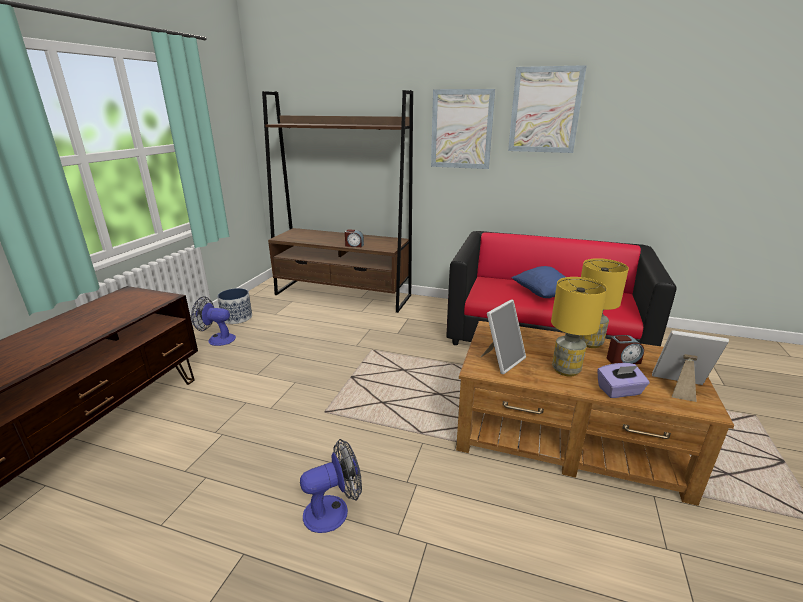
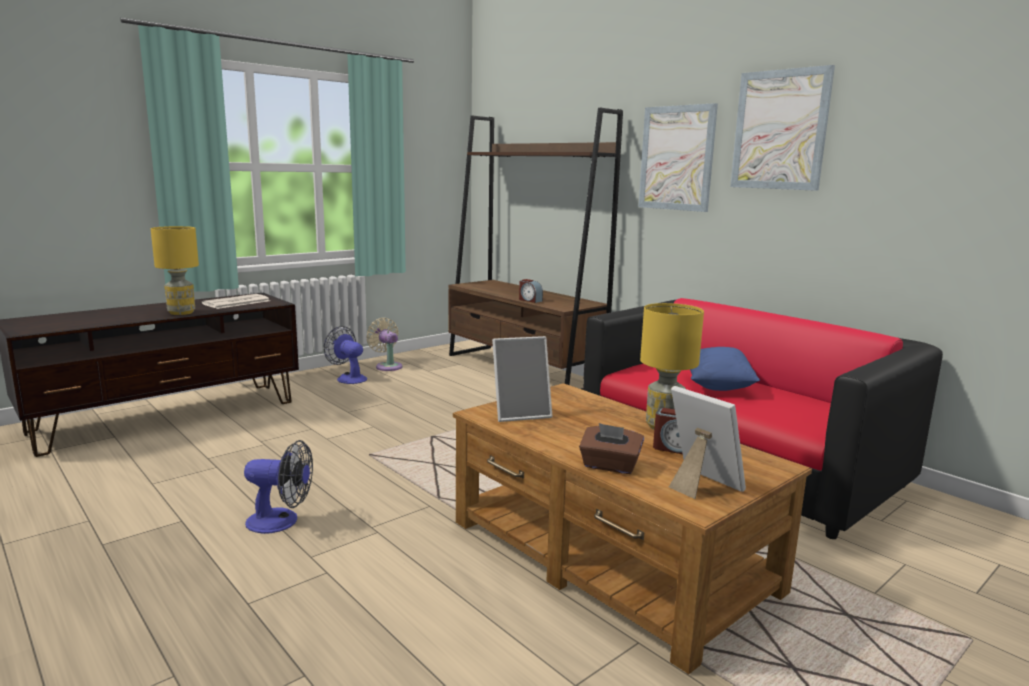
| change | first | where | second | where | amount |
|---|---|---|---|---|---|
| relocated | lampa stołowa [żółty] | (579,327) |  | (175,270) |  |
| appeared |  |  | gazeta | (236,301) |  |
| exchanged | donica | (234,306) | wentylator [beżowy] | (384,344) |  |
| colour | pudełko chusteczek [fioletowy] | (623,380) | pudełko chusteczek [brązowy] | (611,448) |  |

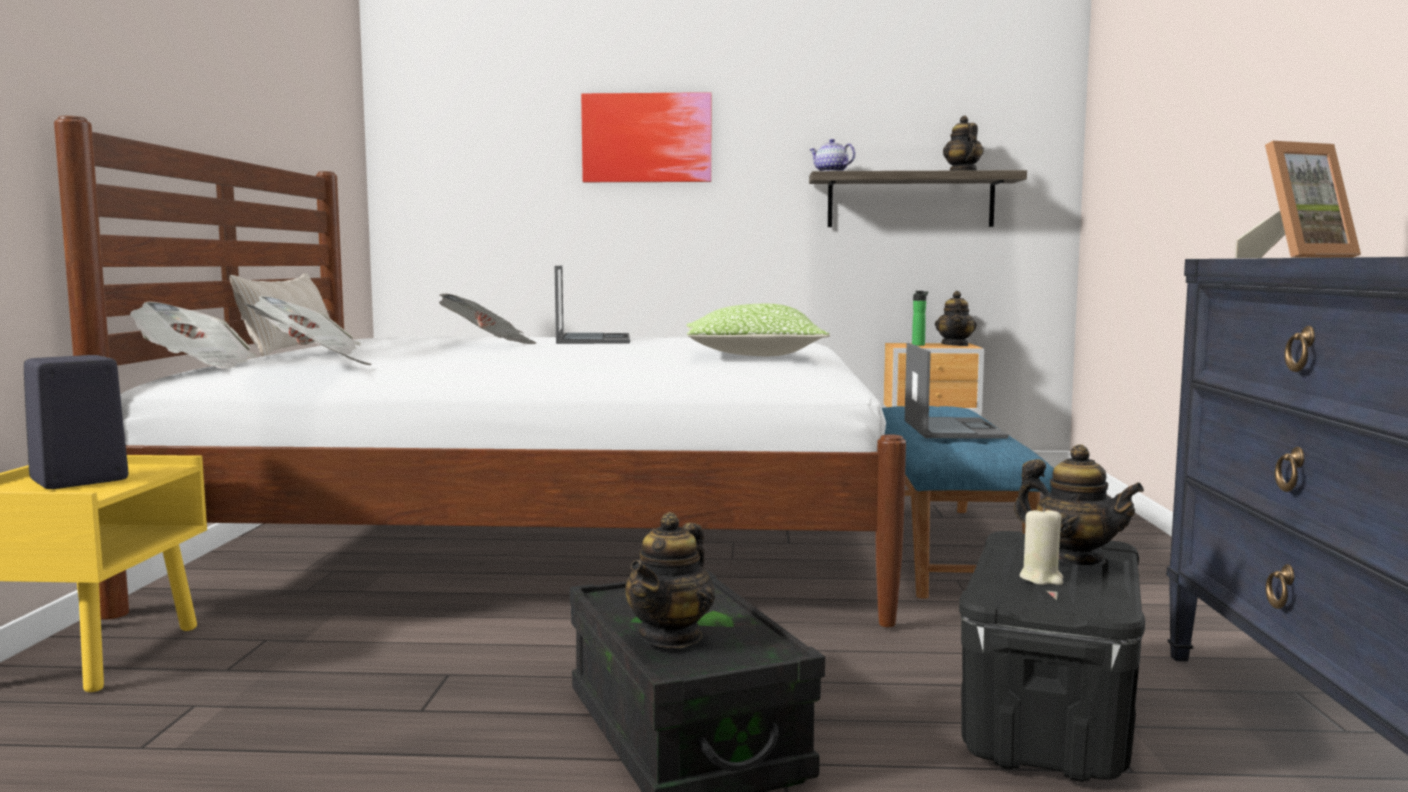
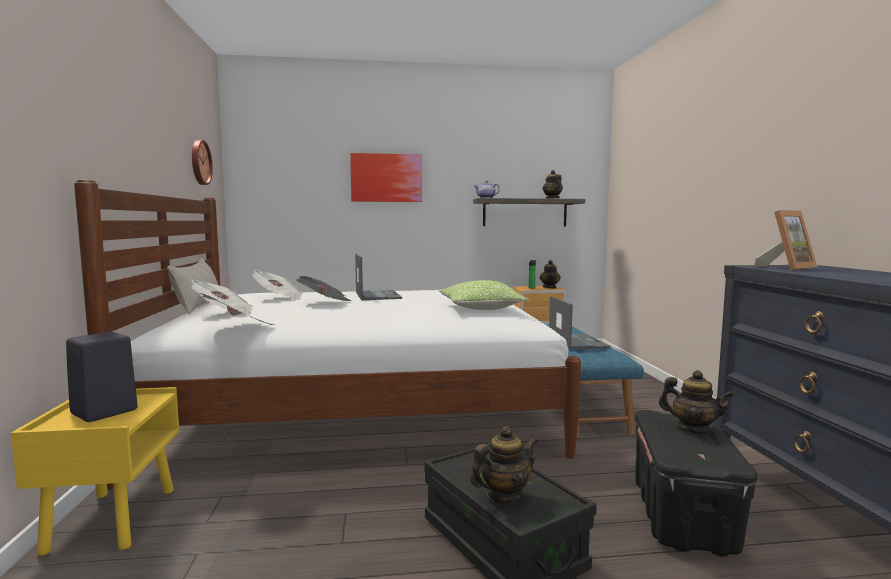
| change | first | where | second | where | amount |
|---|---|---|---|---|---|
| appeared |  |  | zegar ścienny | (202,162) |  |
| relocated | gazeta | (193,334) |  | (277,285) |  |
| spun | imbryk | (670,580) |  | (504,464) | 135 degrees counterclockwise |
| missing | świeca [beżowy] | (1041,545) |  |  |  |

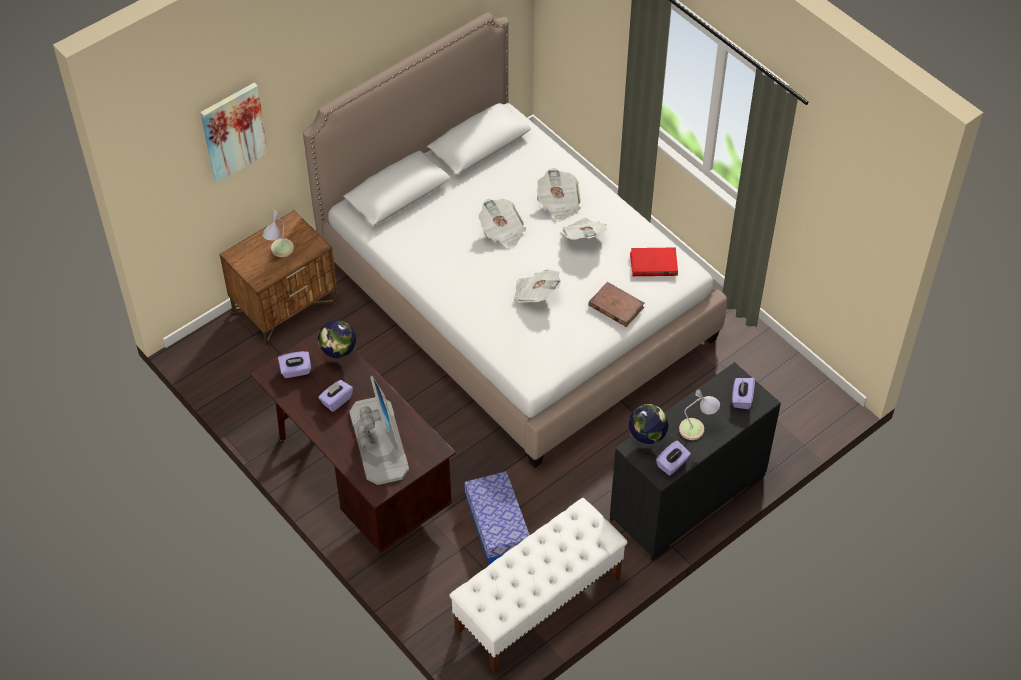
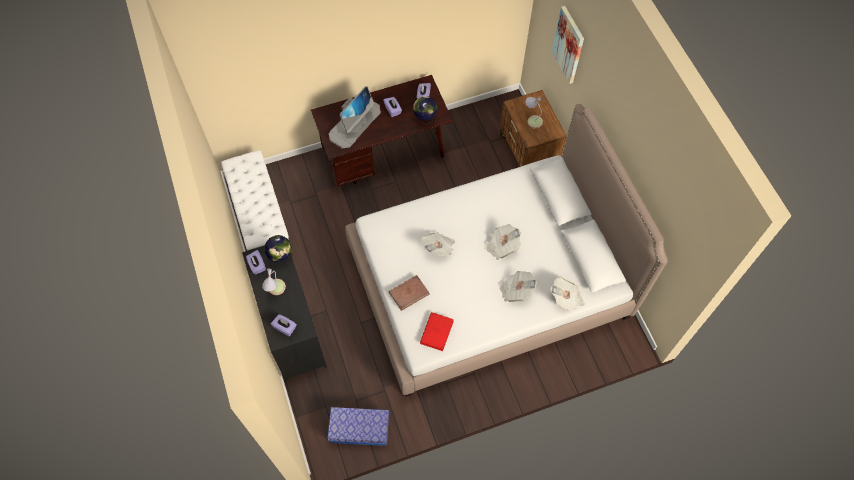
| change | first | where | second | where | amount |
|---|---|---|---|---|---|
| relocated | pojemnik do przechowywania | (497,517) |  | (358,426) |  |
| spun | monitor | (379,430) |  | (355,117) | 60 degrees counterclockwise |
| relocated | gazeta | (584,229) |  | (567,293) |  |

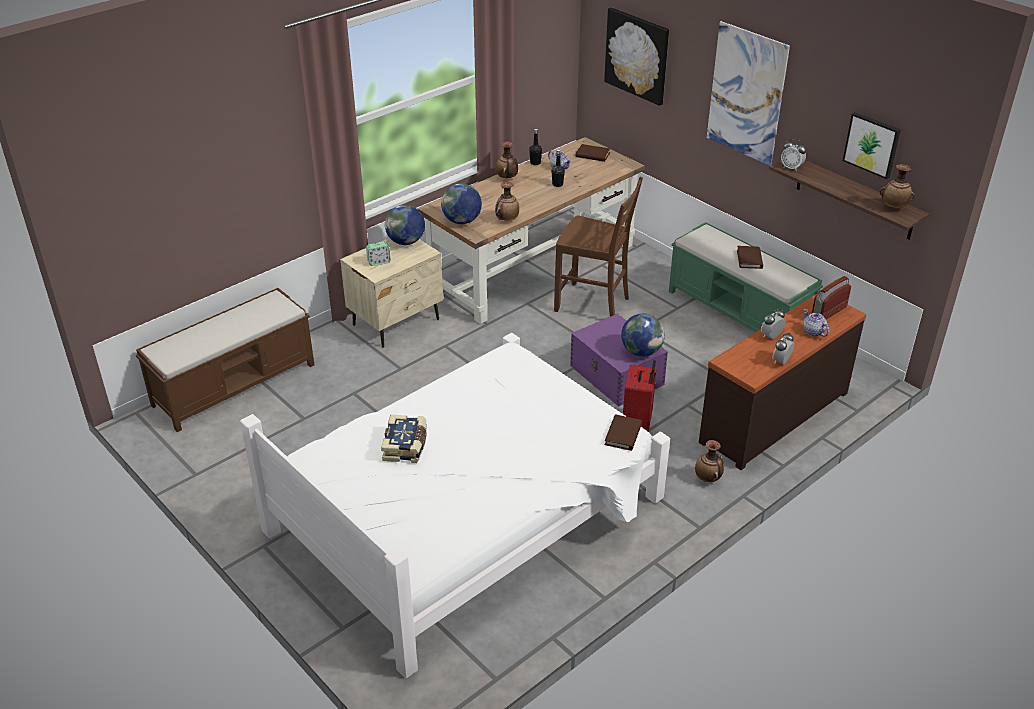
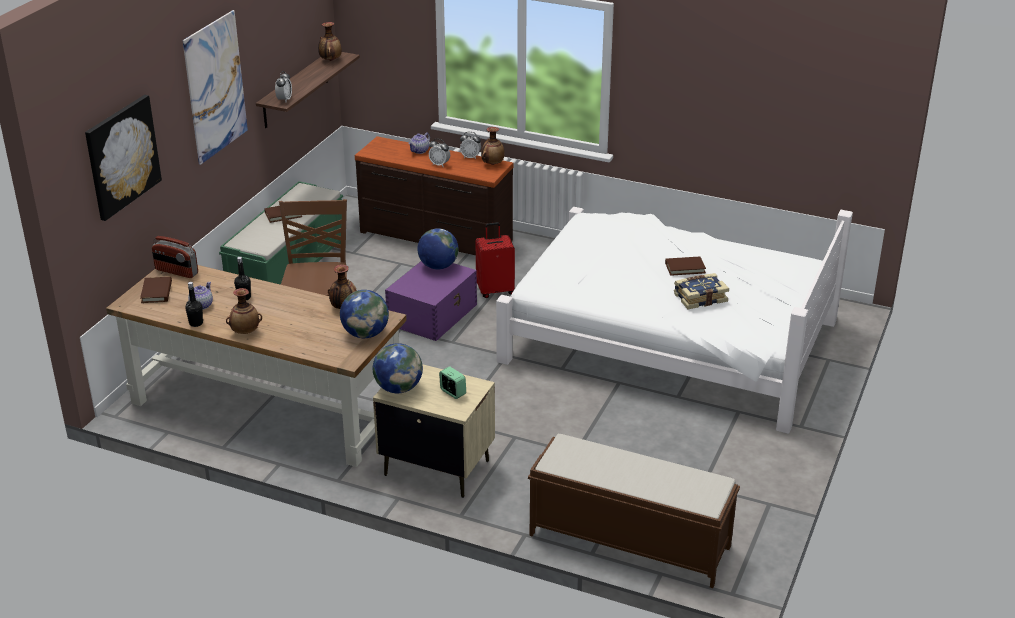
| change | first | where | second | where | amount |
|---|---|---|---|---|---|
| relocated | radio | (831,298) |  | (175,257) |  |
| relocated | wazon | (709,461) |  | (493,146) |  |
| relocated | książka [brązowy] | (623,432) |  | (685,266) |  |
| missing | obraz | (872,145) |  |  |  |

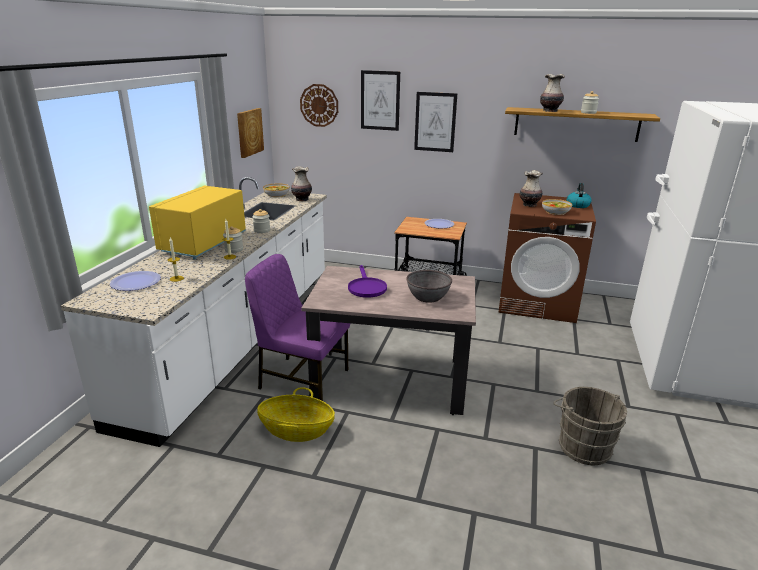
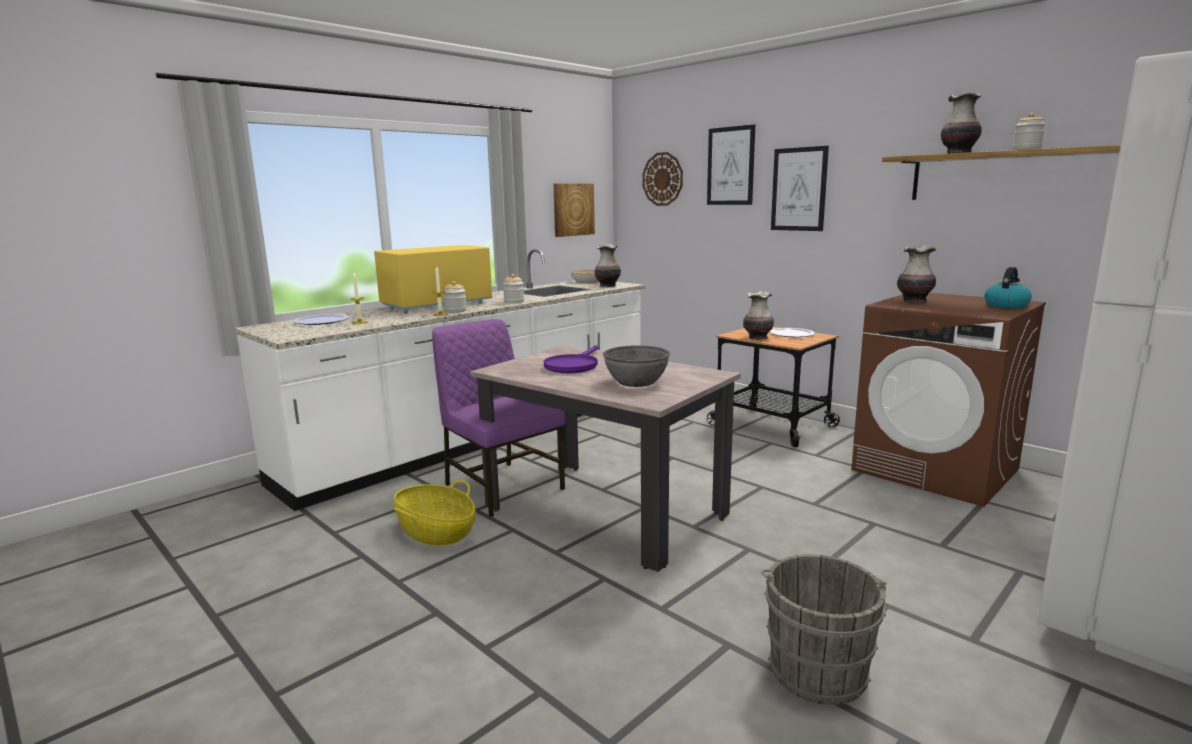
| change | first | where | second | where | amount |
|---|---|---|---|---|---|
| appeared |  |  | wazon | (758,315) |  |
| missing | miska | (557,207) |  |  |  |

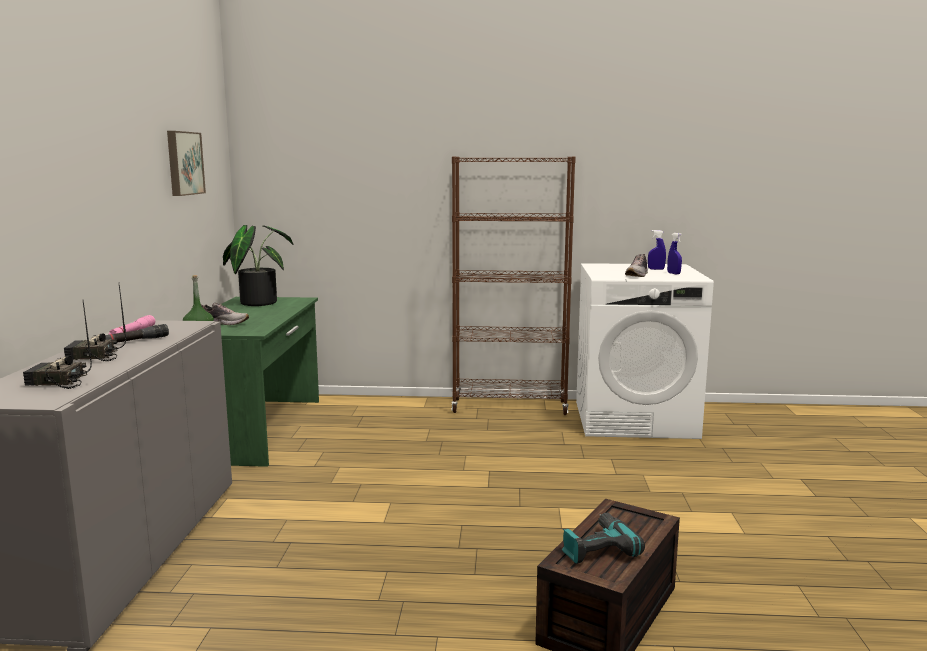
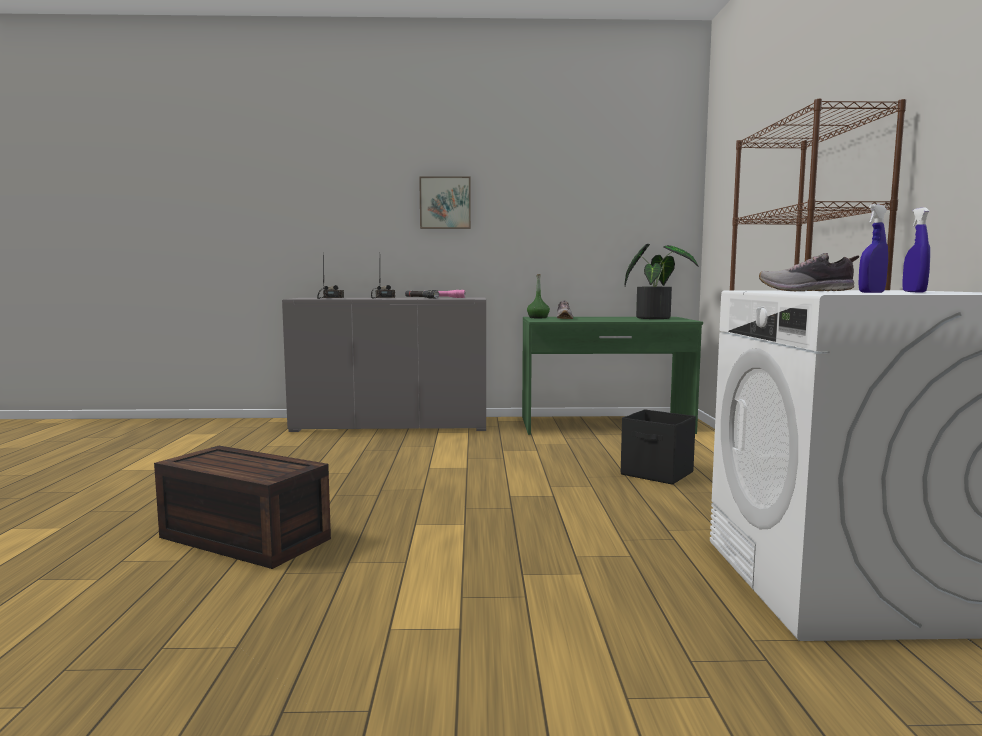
| change | first | where | second | where | amount |
|---|---|---|---|---|---|
| relocated | obraz | (186,163) |  | (445,202) |  |
| appeared |  |  | pojemnik do przechowywania [czarny] | (658,447) |  |
| missing | wiertarka | (603,538) |  |  |  |

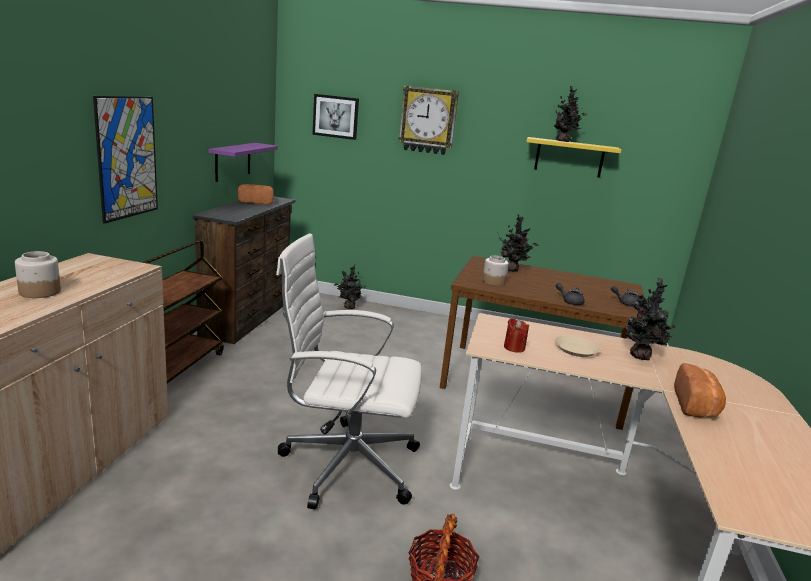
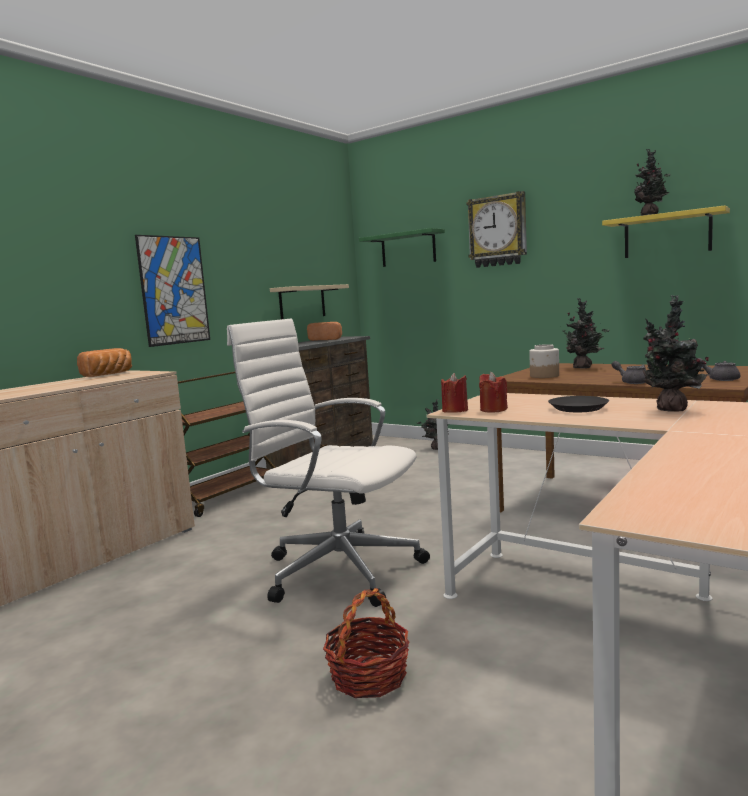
| change | first | where | second | where | amount |
|---|---|---|---|---|---|
| relocated | chleb | (700,390) |  | (104,362) |  |
| colour | półka [fioletowy] | (243,162) | półka [beżowy] | (309,301) |  |
| exchanged | obraz | (335,117) | półka [zielony] | (402,247) |  |
| appeared |  |  | świeca [czerwony] | (454,393) |  |
| colour | talerz [beżowy] | (577,346) | talerz [czarny] | (578,404) |  |
| missing | słoik | (38,274) |  |  |  |

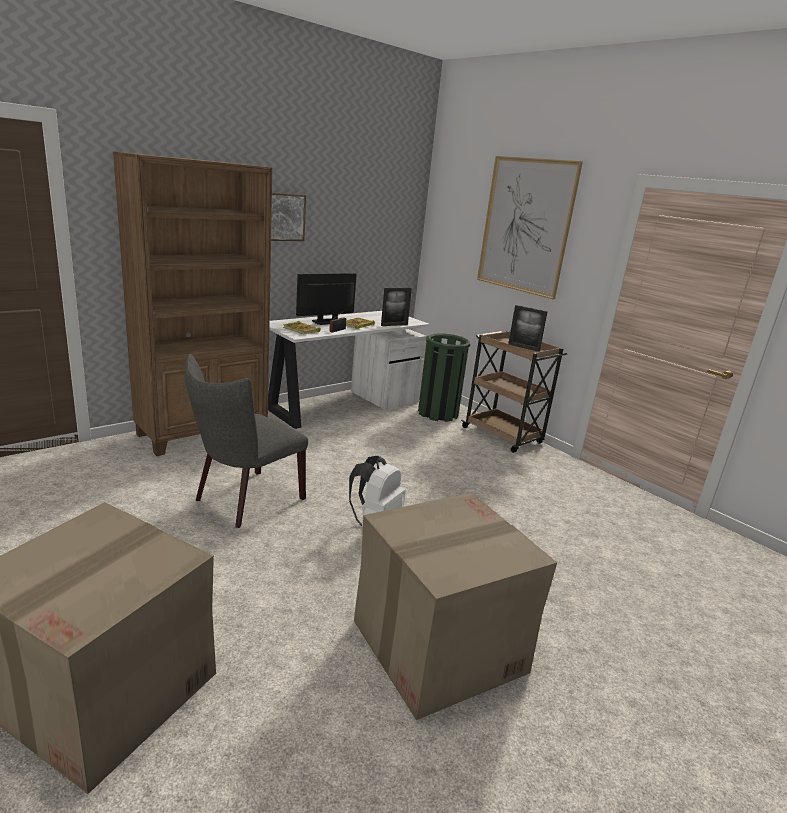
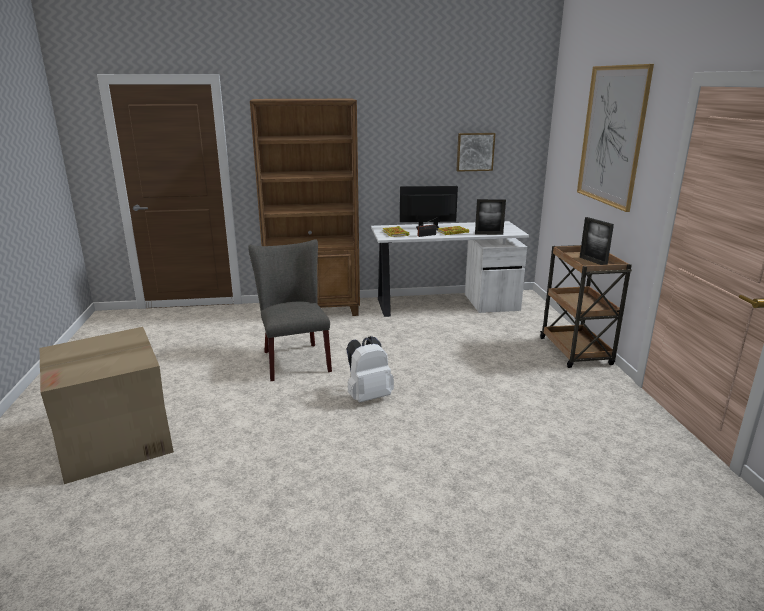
| change | first | where | second | where | amount |
|---|---|---|---|---|---|
| spun | krzesło [szary] | (246,441) |  | (290,310) | 90 degrees clockwise |
| relocated | obraz | (288,217) |  | (475,152) |  |
| missing | karton | (455,606) |  |  |  |
| missing | kosz na śmieci [zielony] | (444,377) |  |  |  |

